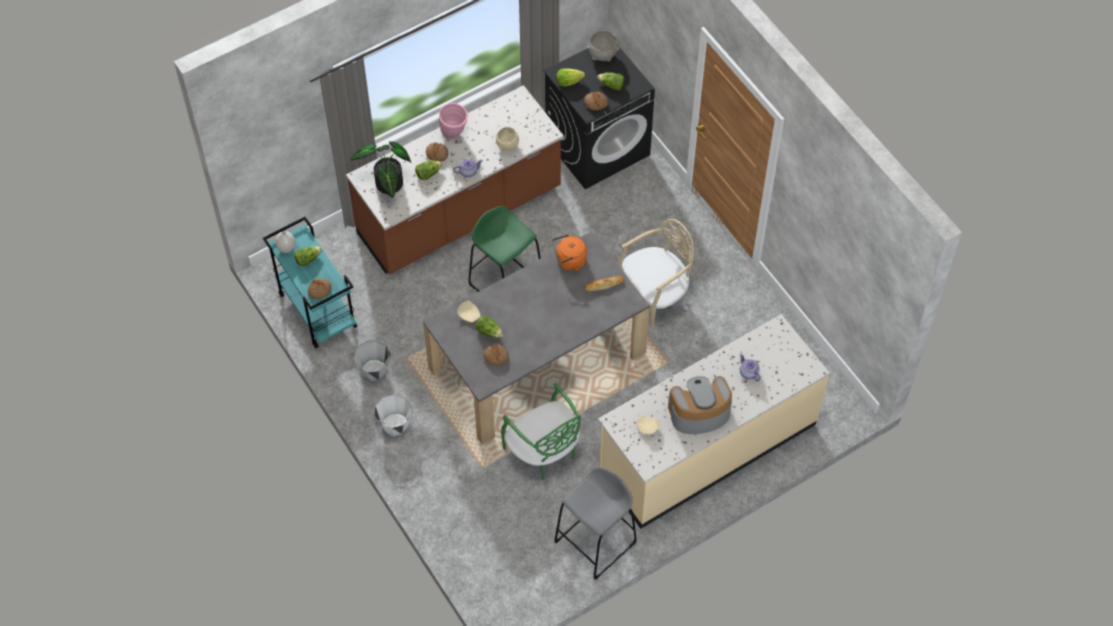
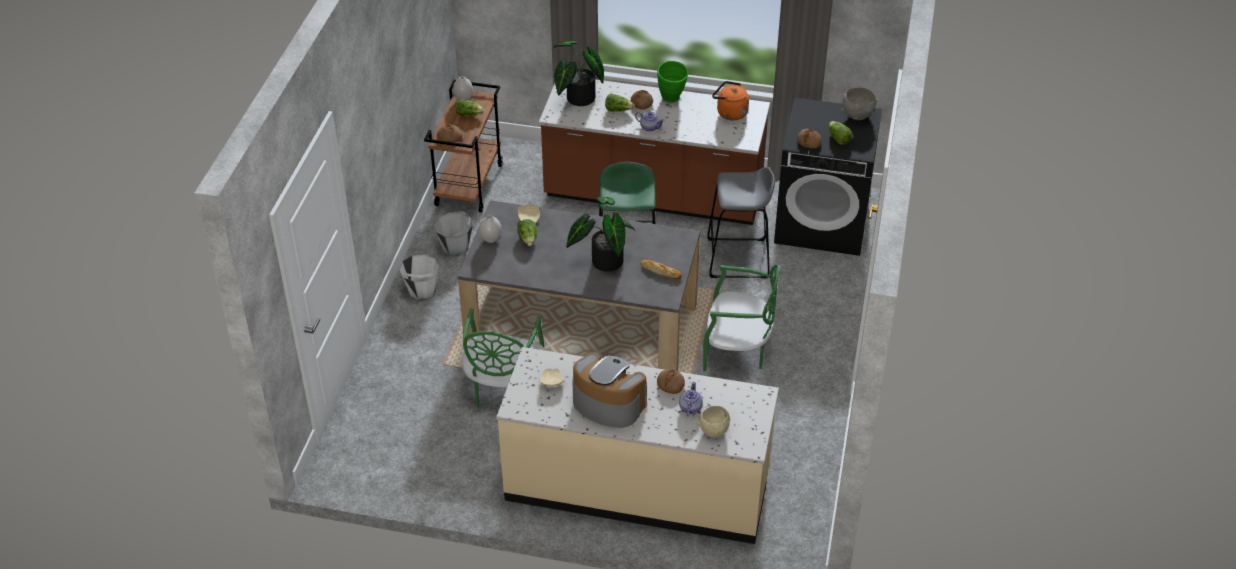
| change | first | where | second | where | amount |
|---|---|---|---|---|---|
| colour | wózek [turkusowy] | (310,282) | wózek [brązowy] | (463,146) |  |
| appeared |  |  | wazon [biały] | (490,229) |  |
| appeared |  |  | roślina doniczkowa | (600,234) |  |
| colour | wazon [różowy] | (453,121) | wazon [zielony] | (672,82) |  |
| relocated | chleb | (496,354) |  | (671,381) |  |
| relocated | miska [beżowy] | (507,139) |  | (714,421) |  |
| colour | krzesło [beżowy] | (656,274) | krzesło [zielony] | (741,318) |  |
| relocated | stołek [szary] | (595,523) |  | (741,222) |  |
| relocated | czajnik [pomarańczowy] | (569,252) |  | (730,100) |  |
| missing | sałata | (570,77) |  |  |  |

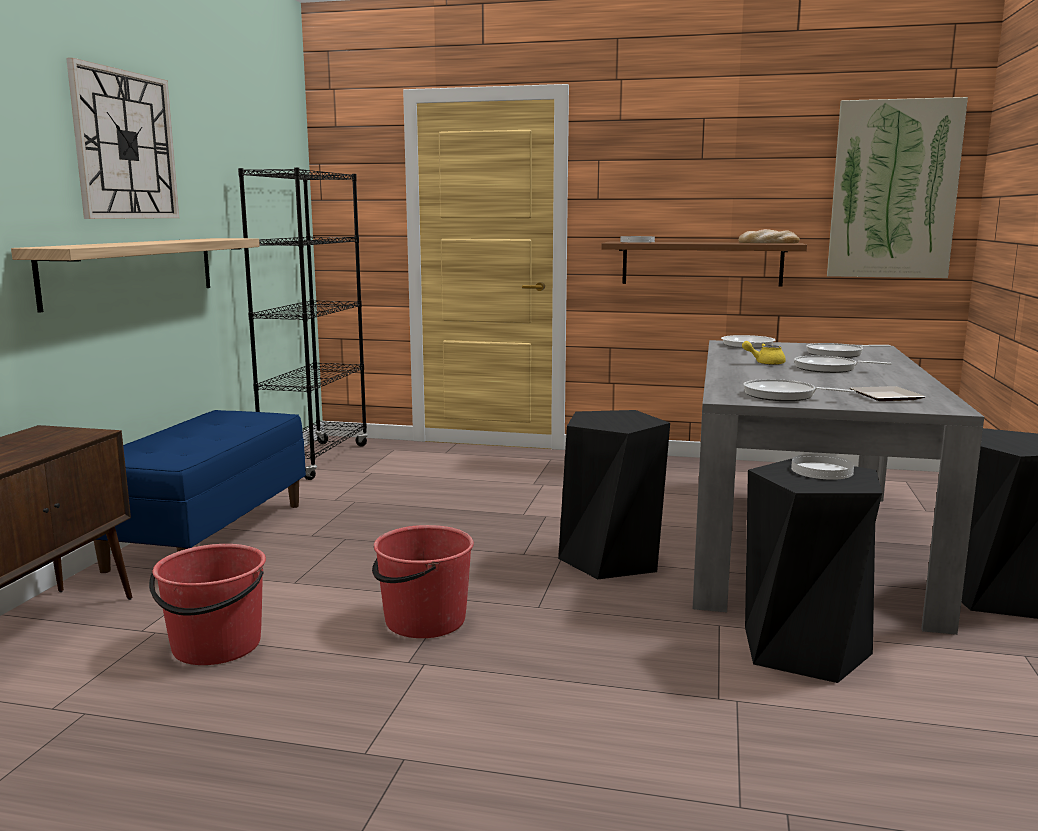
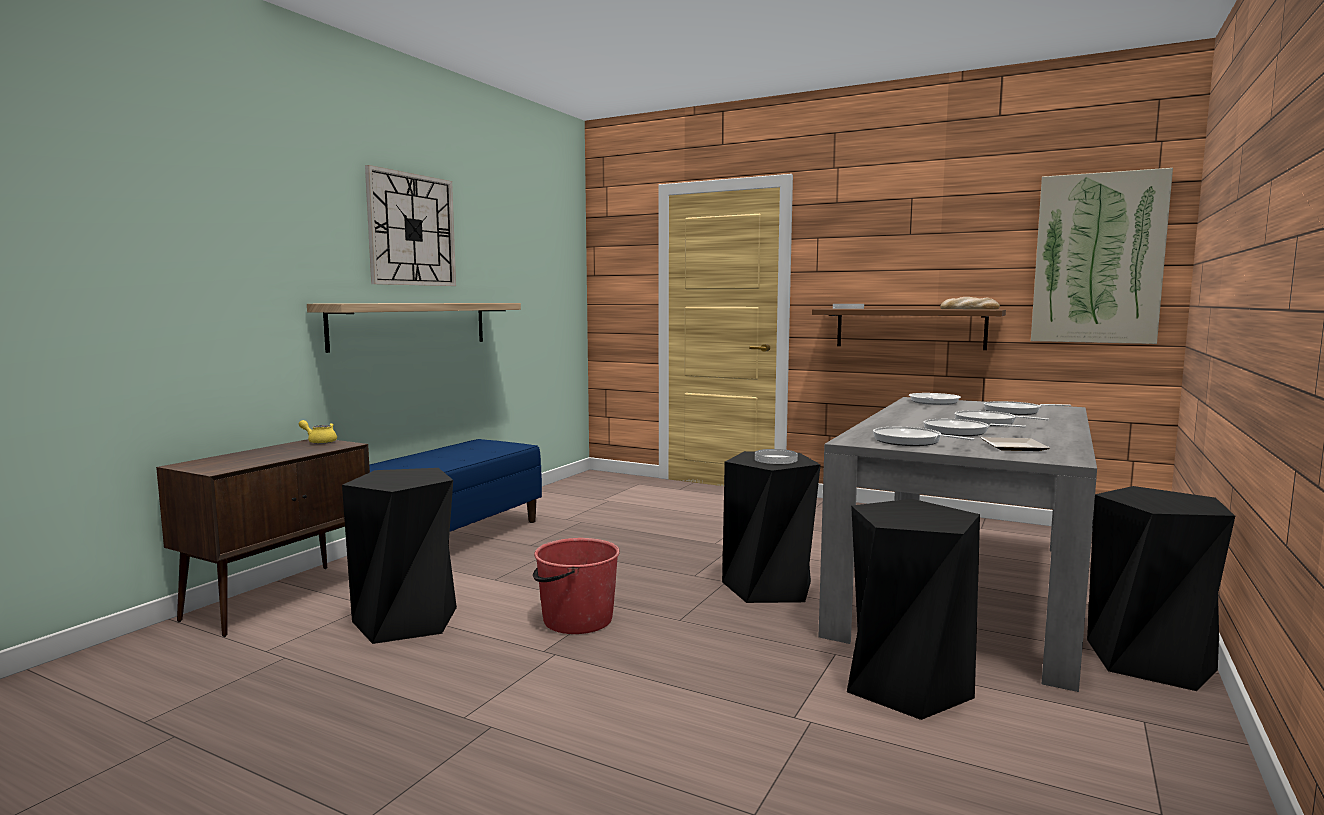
| change | first | where | second | where | amount |
|---|---|---|---|---|---|
| relocated | imbryk [żółty] | (764,353) |  | (318,432) |  |
| exchanged | wiadro [czerwony] | (207,604) | stołek [czarny] | (399,556) |  |
| relocated | talerz [biały] | (822,467) |  | (776,456) |  |
| appeared |  |  | patelnia | (975,427) |  |
| missing | regał [czarny] | (303,323) |  |  |  |

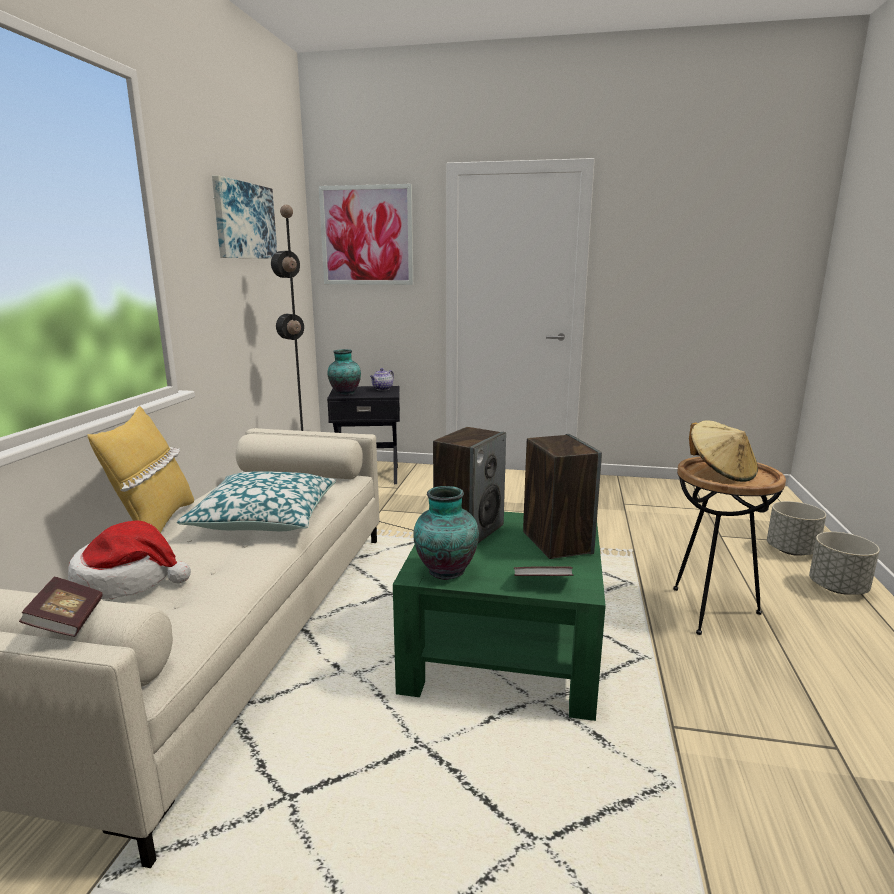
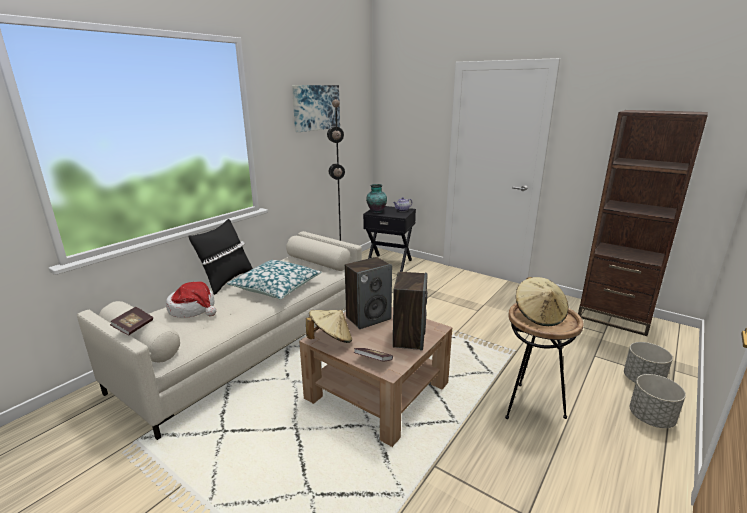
| change | first | where | second | where | amount |
|---|---|---|---|---|---|
| colour | poduszka [żółty] | (141,469) | poduszka [czarny] | (220,257) |  |
| colour | ława [zielony] | (499,616) | ława [brązowy] | (375,377) |  |
| exchanged | wazon | (446,533) | kapelusz [beżowy] | (329,326) |  |
| appeared |  |  | regał [brązowy] | (643,223) |  |
| missing | obraz | (366,234) |  |  |  |

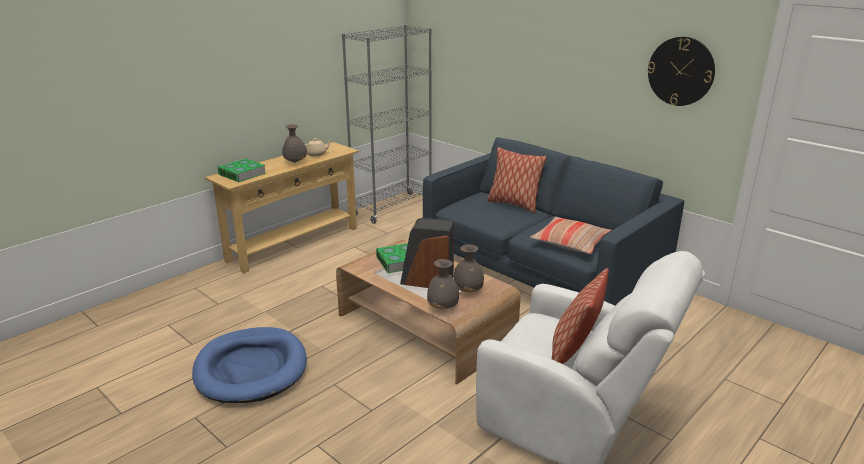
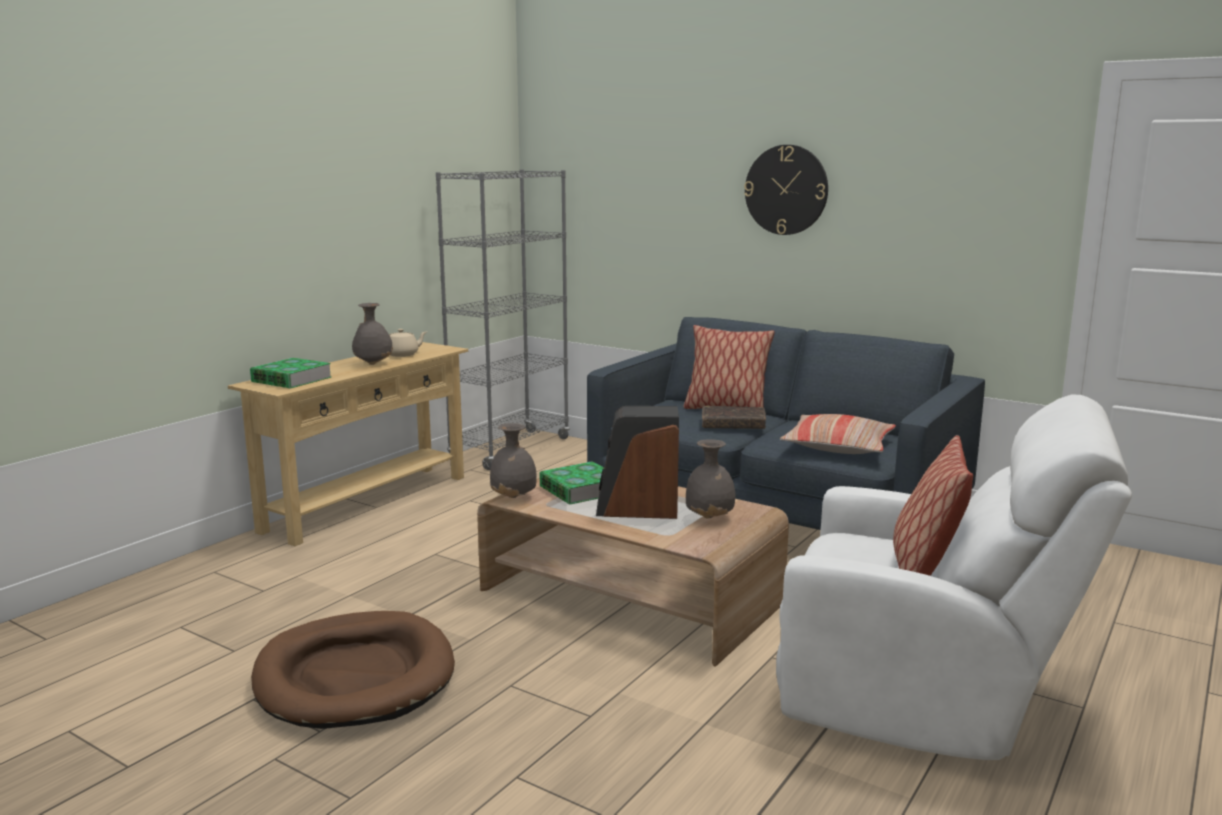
| change | first | where | second | where | amount |
|---|---|---|---|---|---|
| colour | legowisko [niebieski] | (249,365) | legowisko [brązowy] | (353,670) |  |
| relocated | wazon [szary] | (443,284) |  | (513,460) |  |
| appeared |  |  | książka [brązowy] | (734,417) |  |
| relocated | zegar ścienny | (681,71) |  | (786,190) |  |

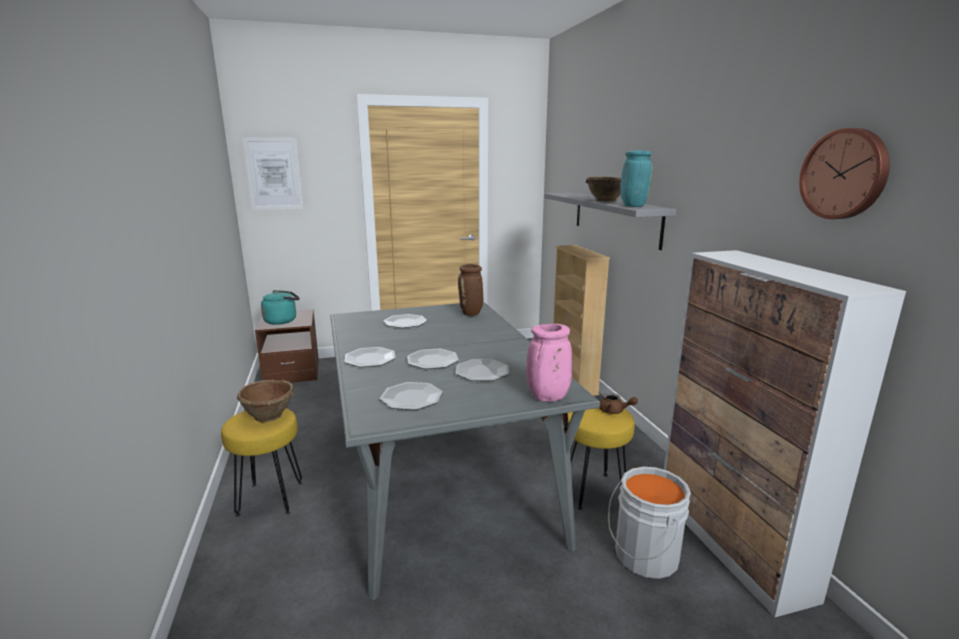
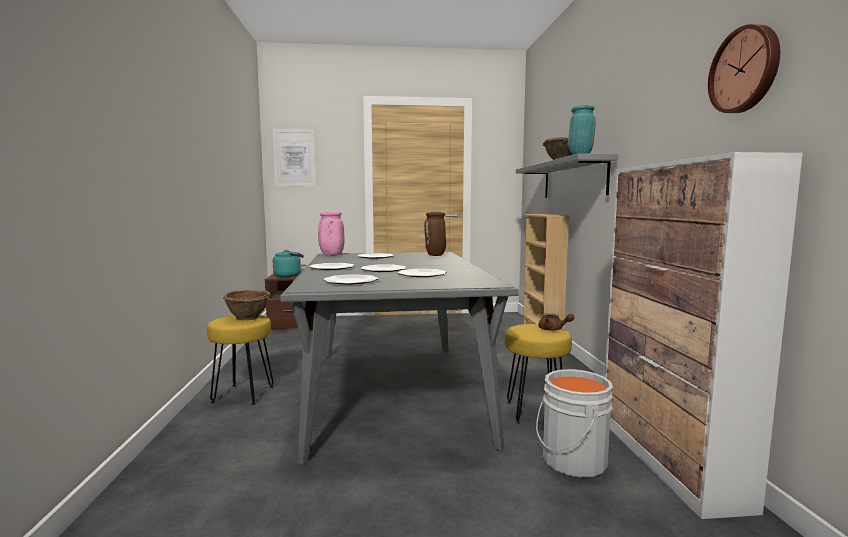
| change | first | where | second | where | amount |
|---|---|---|---|---|---|
| relocated | wazon [różowy] | (549,363) |  | (331,233) |  |

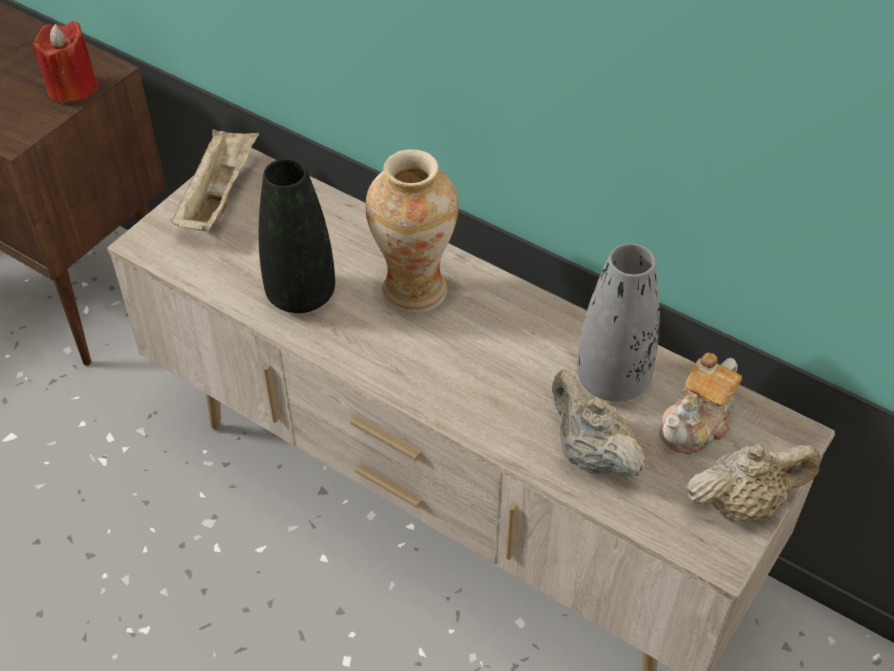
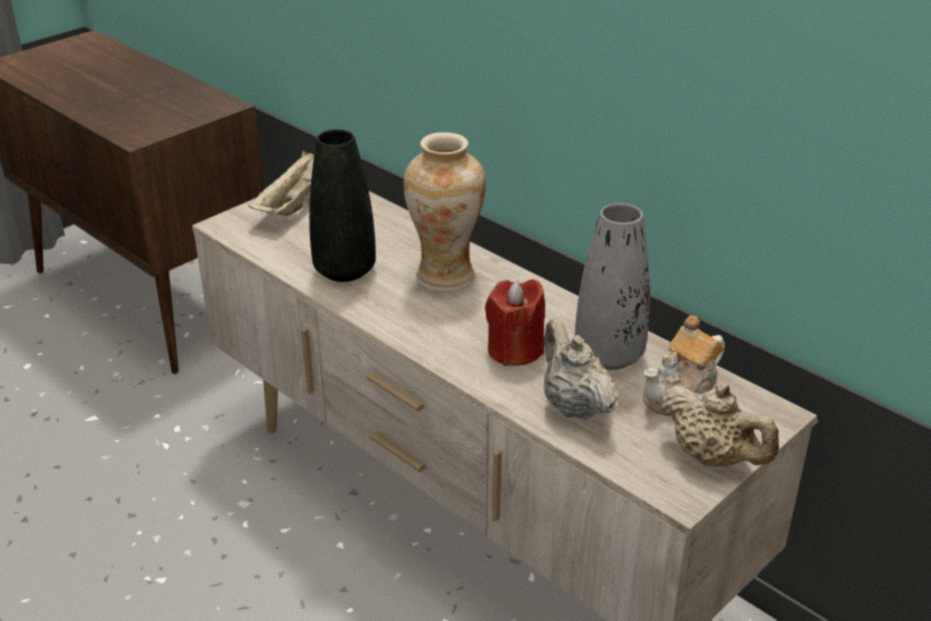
| change | first | where | second | where | amount |
|---|---|---|---|---|---|
| relocated | świeca [czerwony] | (66,62) |  | (515,322) |  |
| spun | imbryk [beżowy] | (753,483) |  | (719,424) | 45 degrees clockwise |

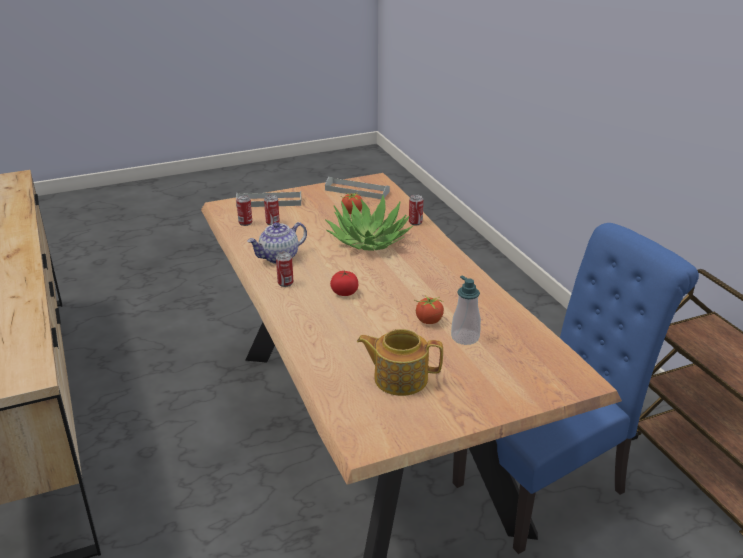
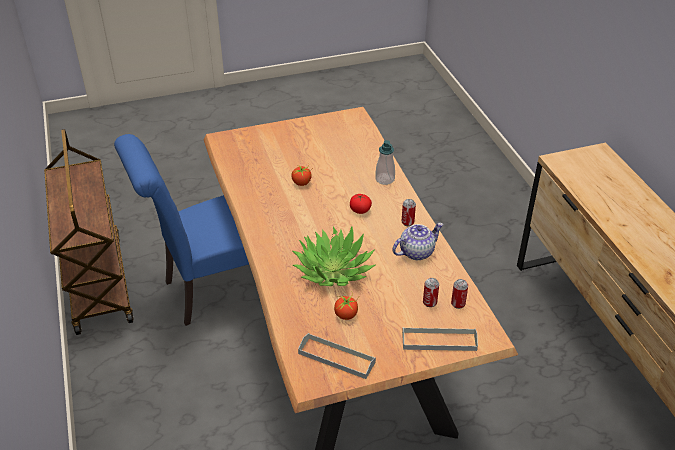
| change | first | where | second | where | amount |
|---|---|---|---|---|---|
| relocated | dozownik mydła | (466,310) |  | (385,162) |  |
| missing | imbryk | (400,362) |  |  |  |
| missing | puszka | (416,209) |  |  |  |

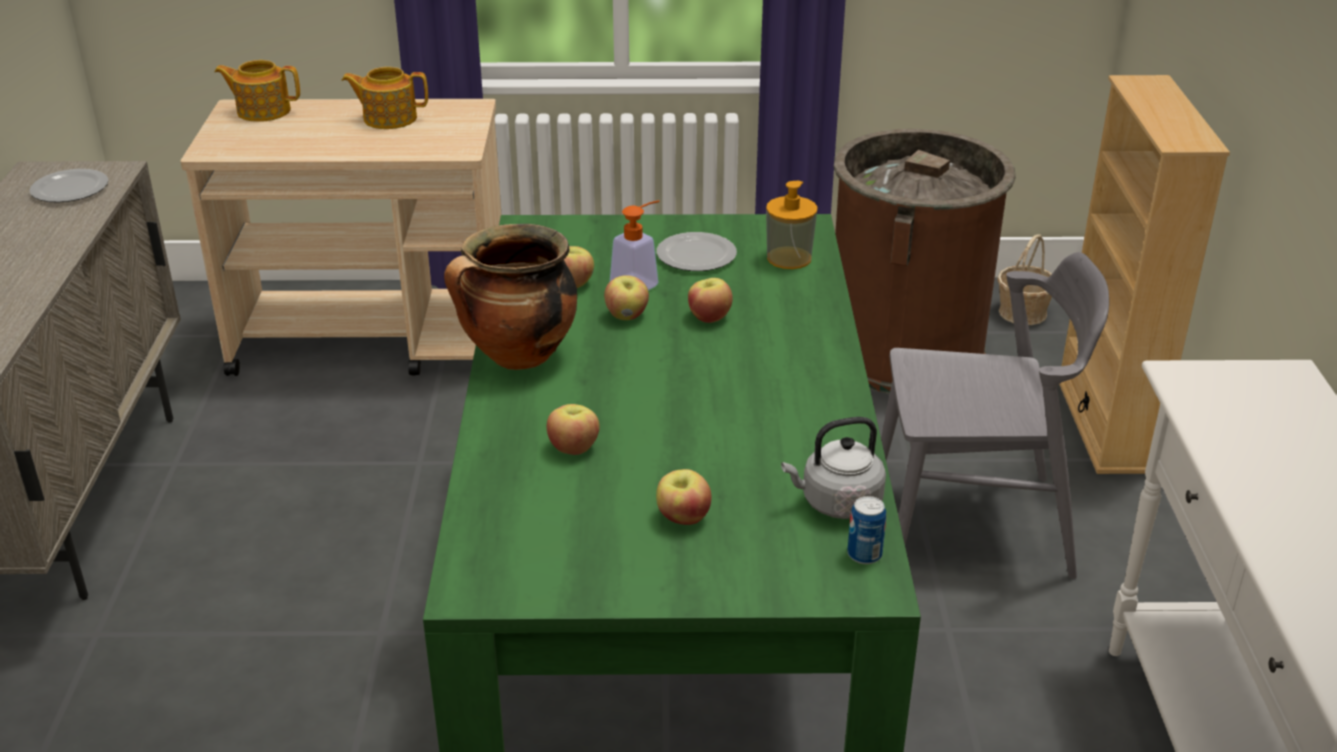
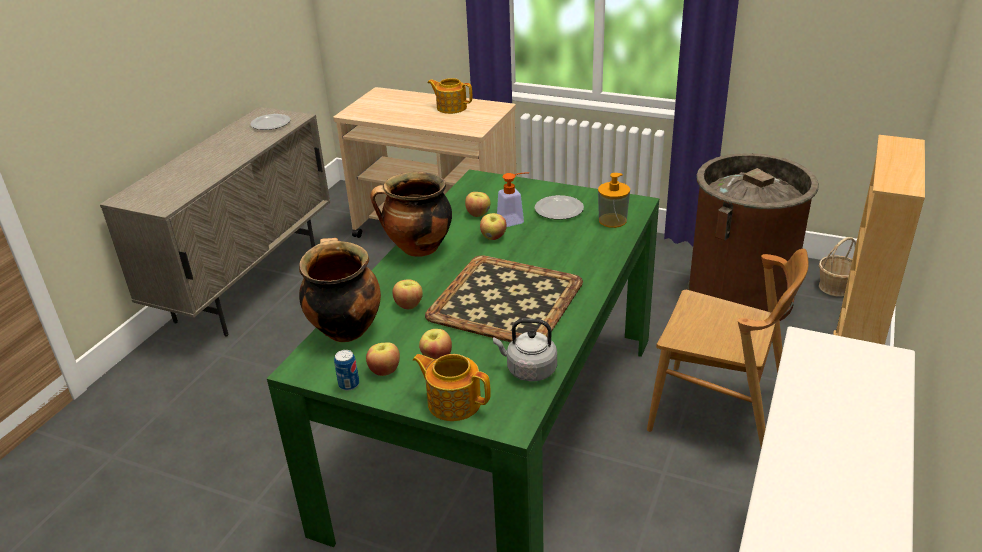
| change | first | where | second | where | amount |
|---|---|---|---|---|---|
| appeared |  |  | garnek | (340,290) |  |
| relocated | puszka | (866,530) |  | (346,370) |  |
| relocated | jabłko | (710,300) |  | (383,359) |  |
| relocated | imbryk | (257,91) |  | (451,387) |  |
| appeared |  |  | taca | (504,298) |  |
| colour | krzesło [szary] | (995,415) | krzesło [brązowy] | (728,348) |  |

